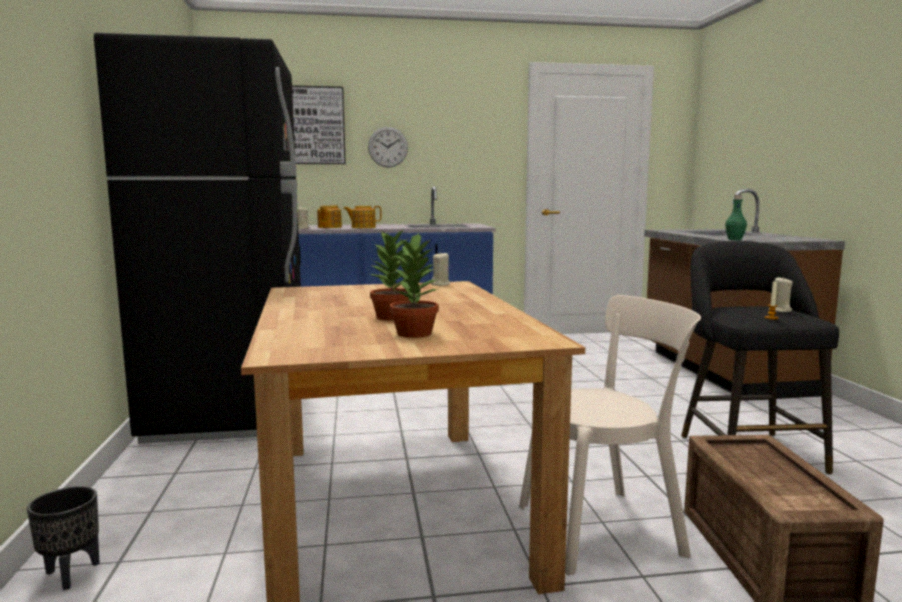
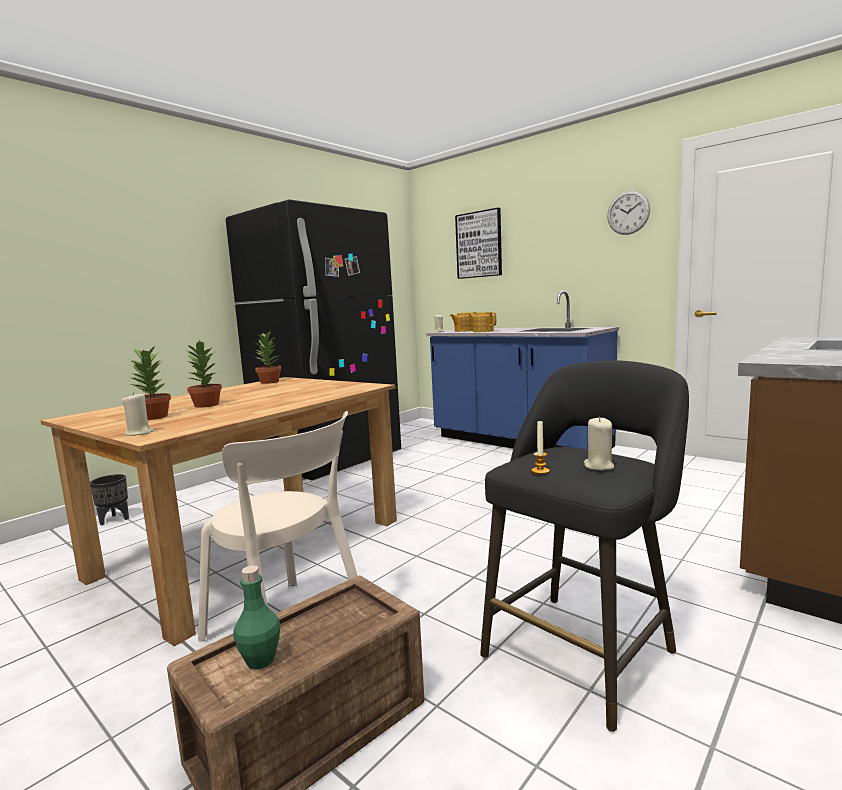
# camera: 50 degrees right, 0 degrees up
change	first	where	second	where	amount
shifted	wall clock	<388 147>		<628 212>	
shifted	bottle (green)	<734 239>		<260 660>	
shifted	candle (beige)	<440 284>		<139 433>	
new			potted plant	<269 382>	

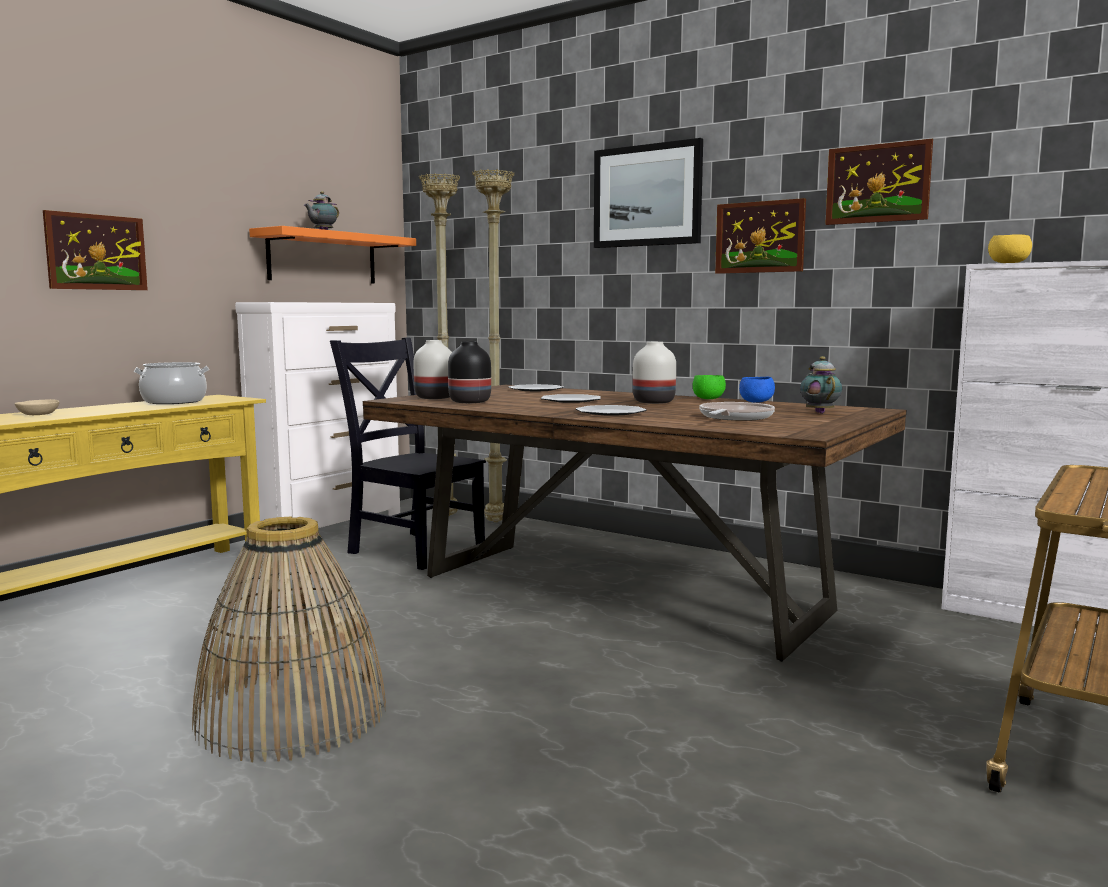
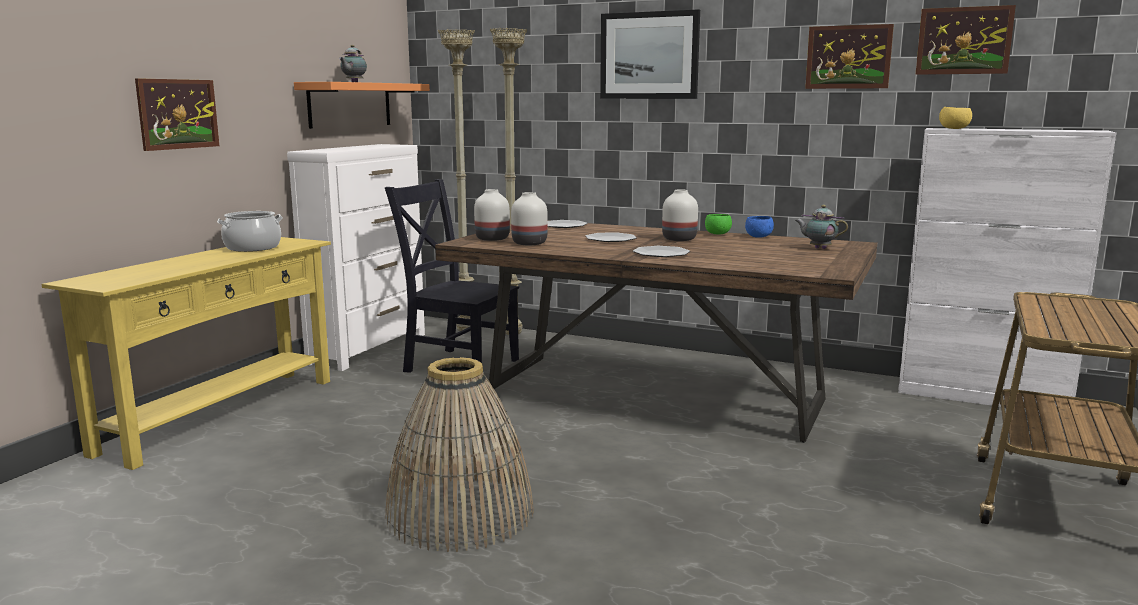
# camera: 10 degrees left, 5 degrees up
change	first	where	second	where	amount
shifted	picture	<759 237>		<964 41>	
repainted	vase (black)	<469 402>	vase (white)	<529 243>	
rotated	teapot	<819 412>		<818 248>	45 degrees counterclockwise
gone	bowl (beige)	<36 414>			
gone	frying pan	<734 418>			

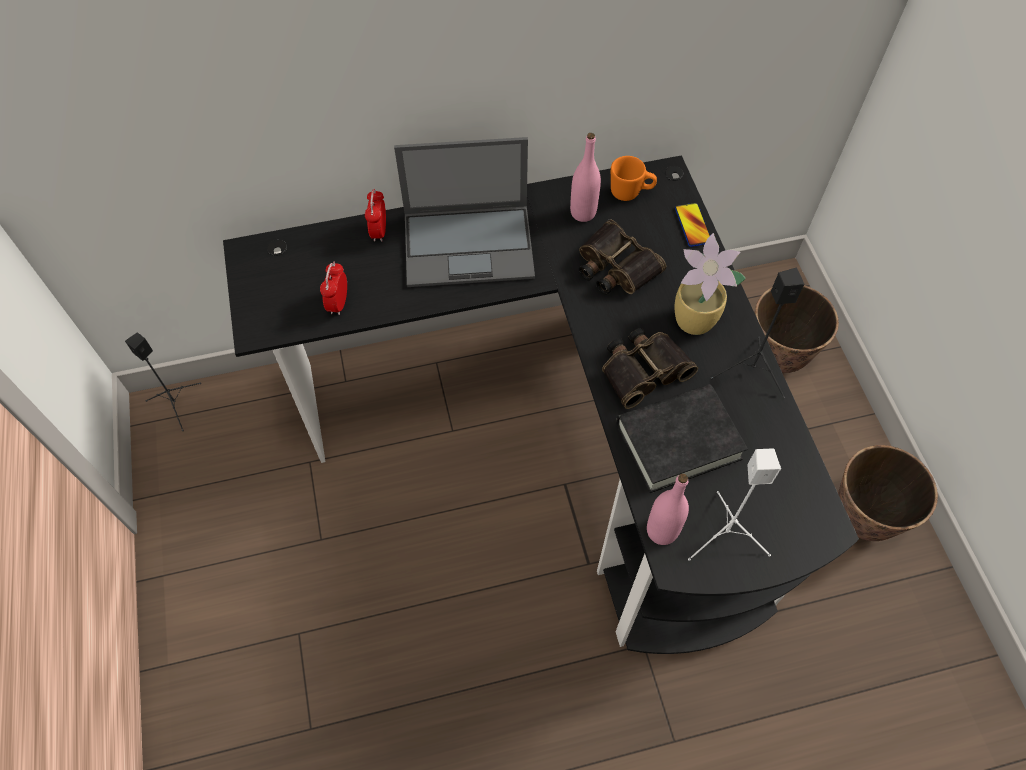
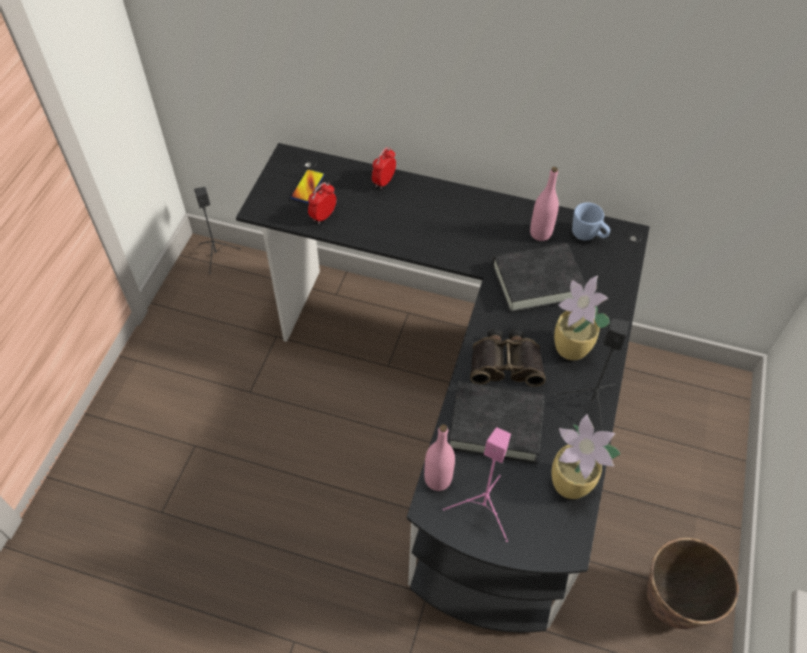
# camera: 30 degrees right, 5 degrees down
change	first	where	second	where	amount
gone	laptop	<470 245>			
repainted	mug (orange)	<630 193>	mug (blue)	<588 235>	
shifted	phone	<693 225>		<307 186>	
swapped	binoculars	<615 267>	book (black)	<537 282>	
gone	planter	<777 356>			
repainted	speaker (white)	<726 535>	speaker (pink)	<484 508>	
new			potted plant	<571 485>	

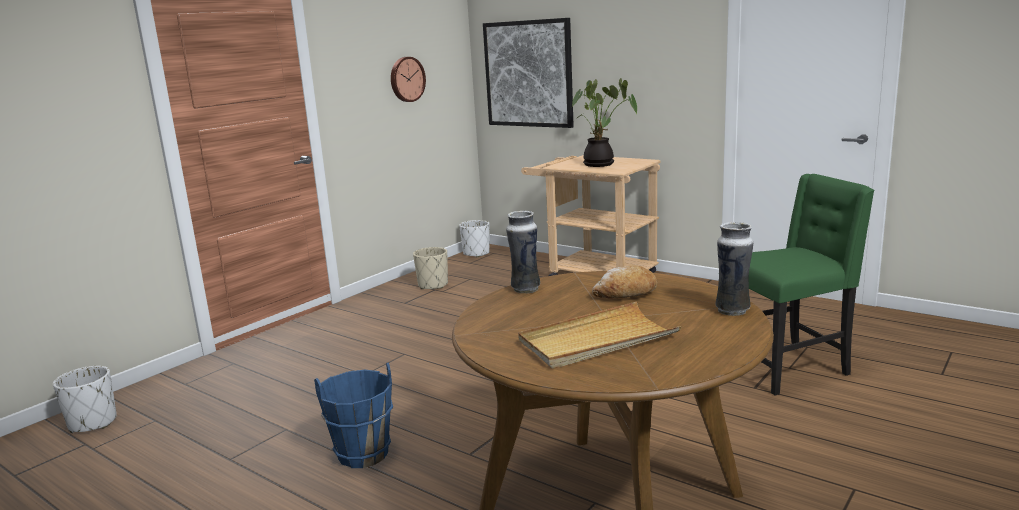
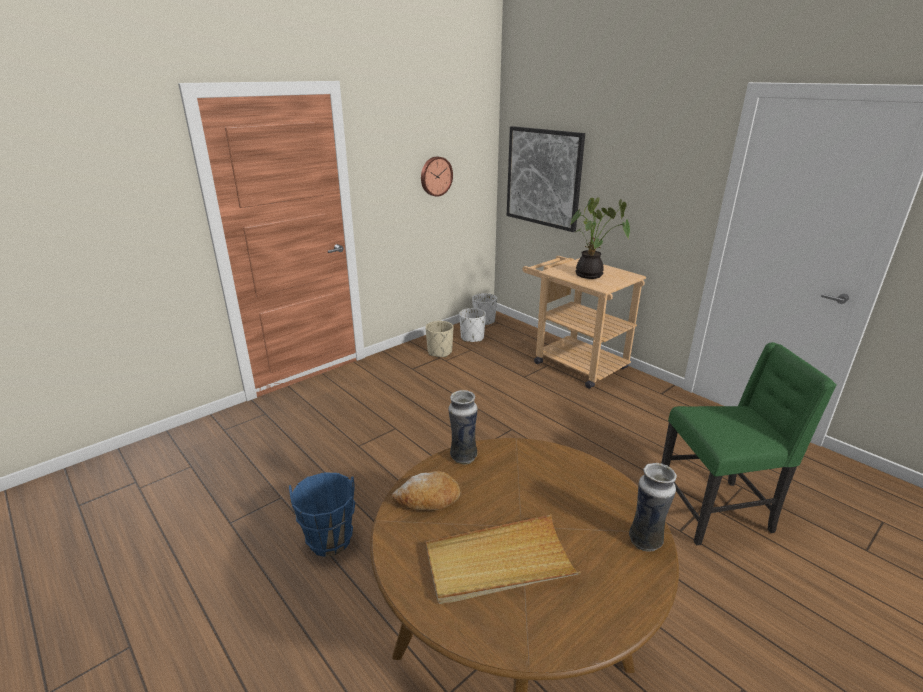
# camera: 10 degrees right, 10 degrees up
change	first	where	second	where	amount
shifted	bread	<625 294>		<428 500>	
shifted	planter (white)	<93 423>		<472 338>	

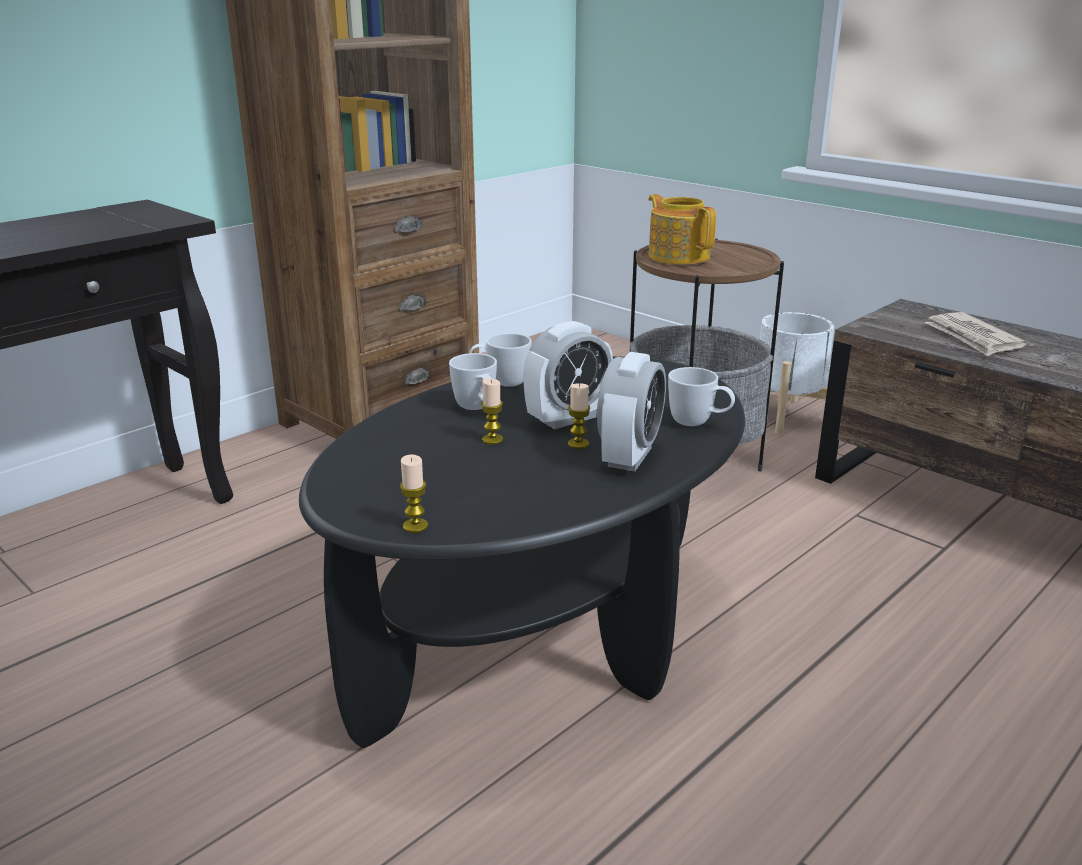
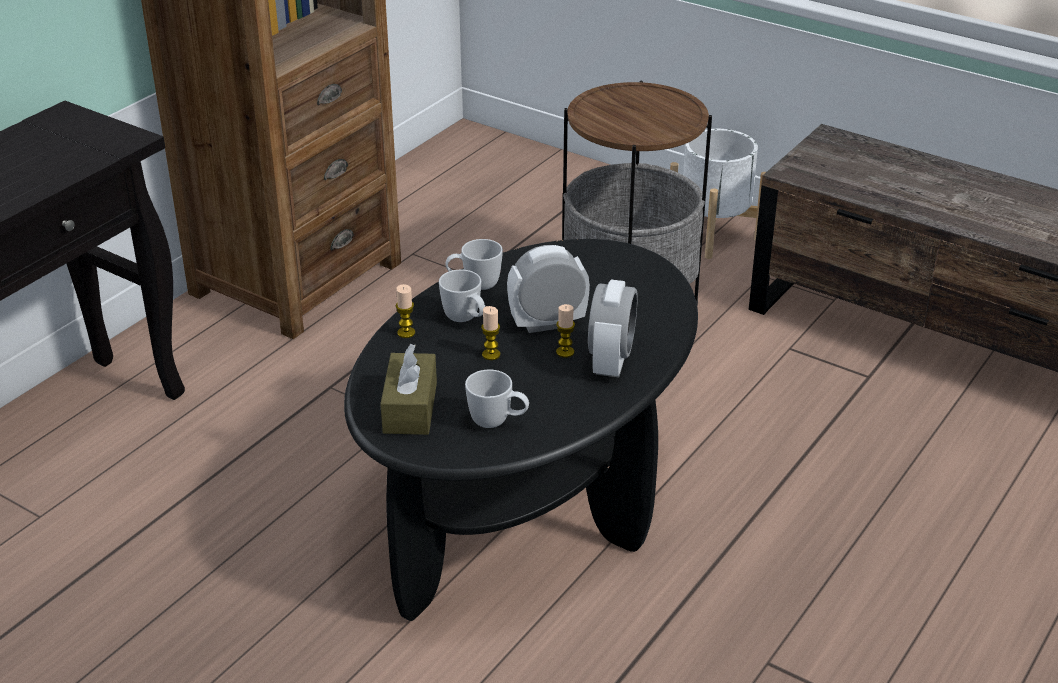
# camera: 10 degrees left, 10 degrees up
change	first	where	second	where	amount
gone	teapot	<678 256>			
gone	newspaper	<972 338>			
rotated	alarm clock	<568 418>		<548 323>	150 degrees counterclockwise
shifted	mug (white)	<699 423>		<498 422>	
shifted	candle	<415 526>		<406 333>	
new			tissue box (brown)	<410 408>	

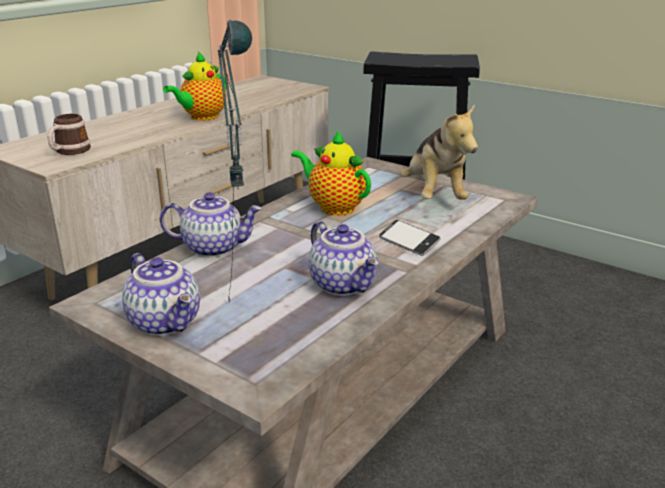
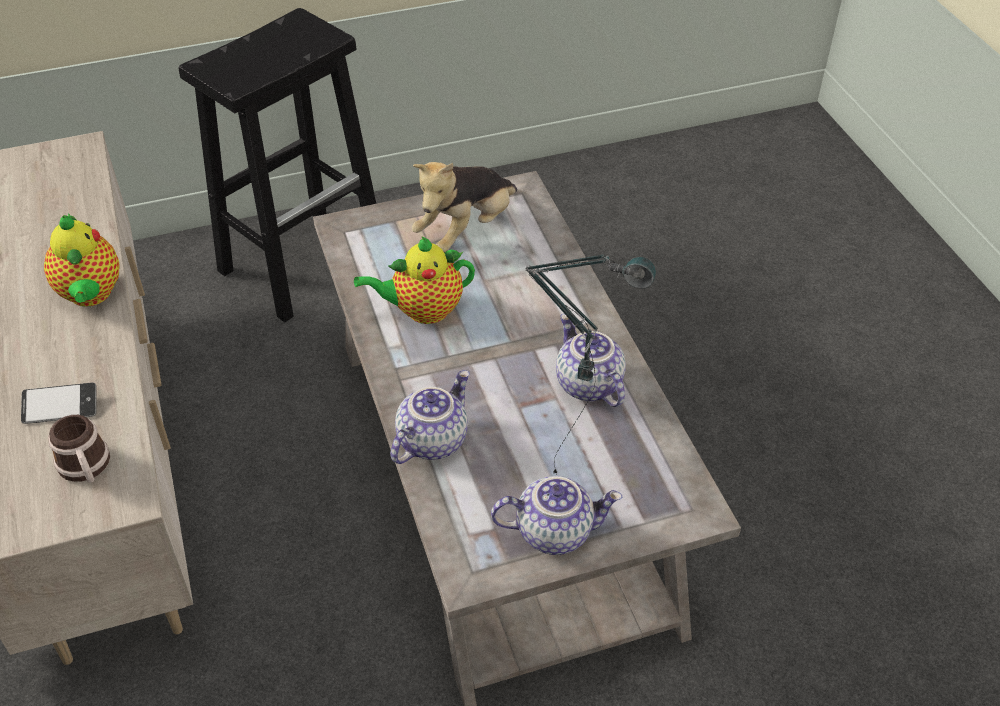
# camera: 55 degrees left, 20 degrees up
change	first	where	second	where	amount
rotated	plush toy	<433 195>		<466 230>	105 degrees clockwise
shifted	phone	<408 242>		<61 407>	
rotated	teapot	<344 285>		<587 384>	120 degrees counterclockwise

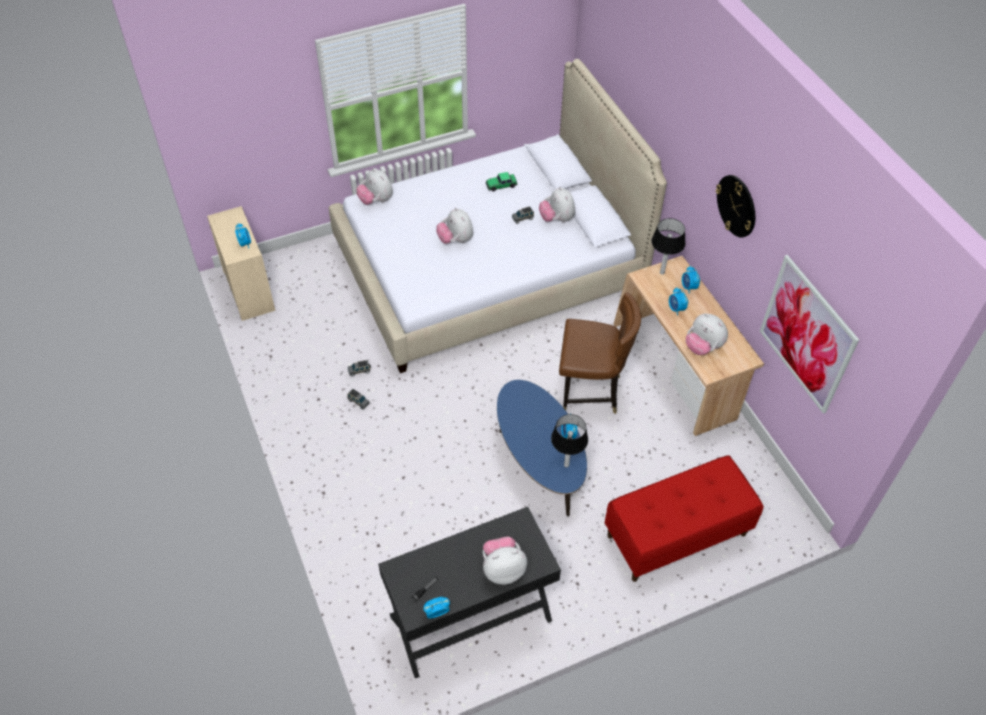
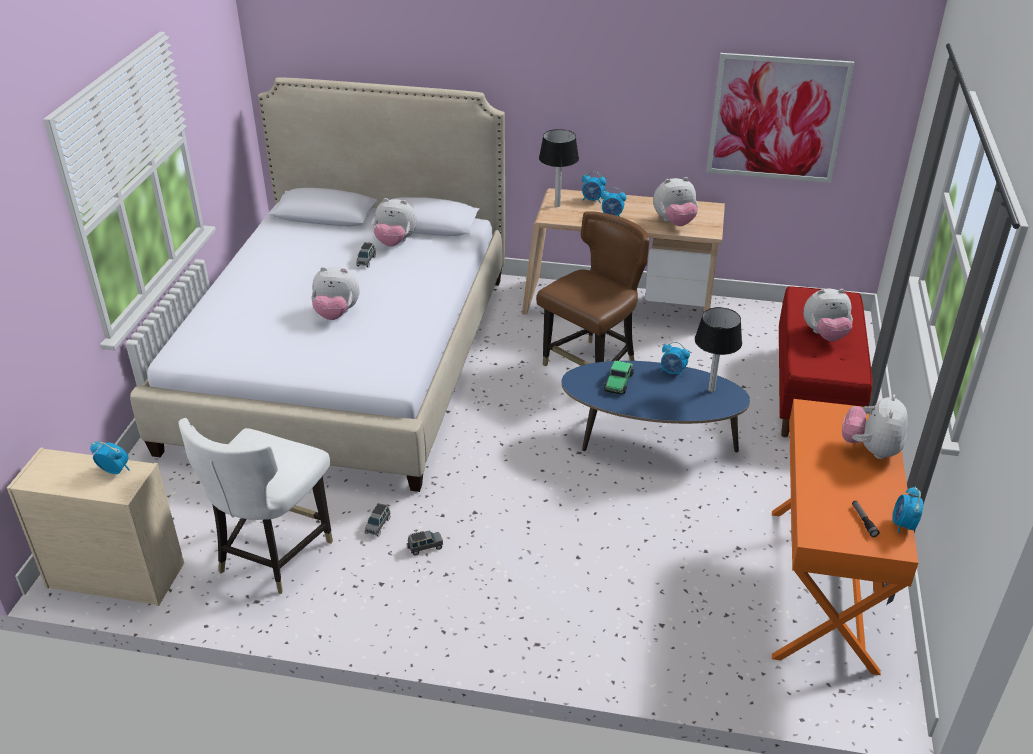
# camera: 55 degrees left, 15 degrees down
change	first	where	second	where	amount
shifted	plush toy	<376 200>		<825 335>	
shifted	toy car	<501 185>		<618 382>	
gone	wall clock	<736 206>			
repainted	desk (black)	<470 618>	desk (orange)	<823 587>	
new			chair (white)	<272 554>	

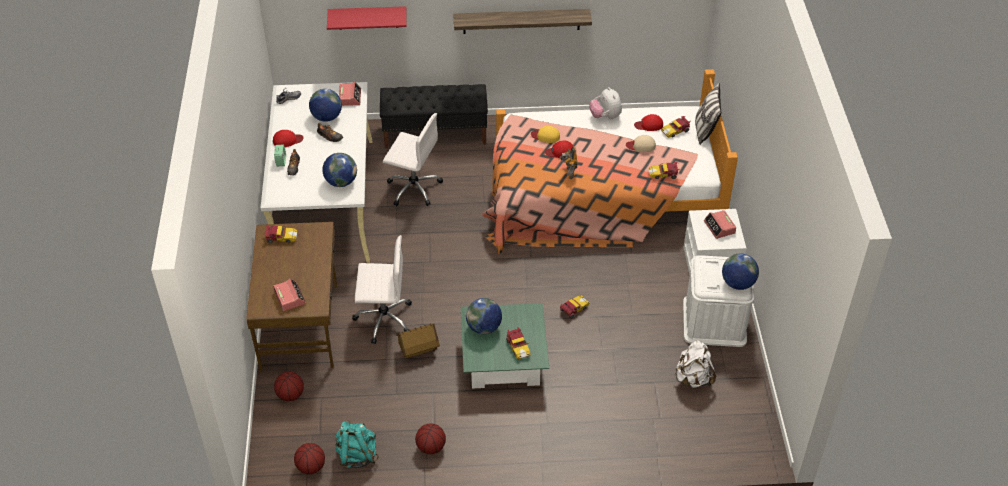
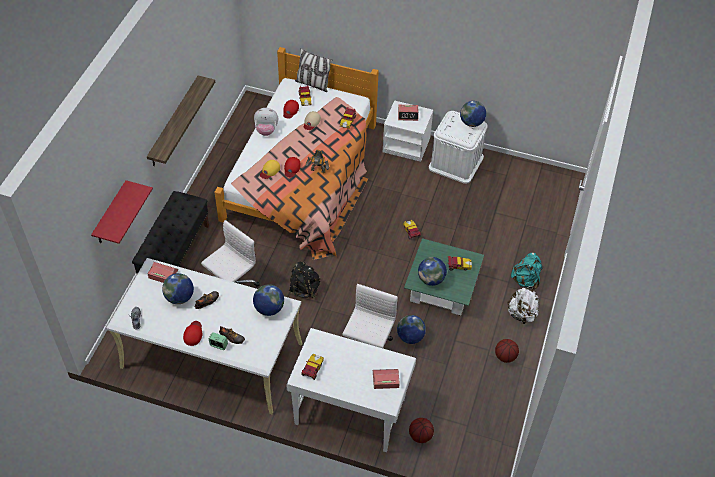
# camera: 70 degrees left, 5 degrees up
change	first	where	second	where	amount
repainted	desk (brown)	<301 326>	desk (white)	<350 410>	
swapped	toy house	<419 350>	globe	<410 337>	
shifted	backpack (white)	<693 378>		<521 314>	
shifted	backpack (turquoise)	<357 455>		<525 280>	
gone	basketball	<310 467>			
new			backpack (black)	<304 288>	

